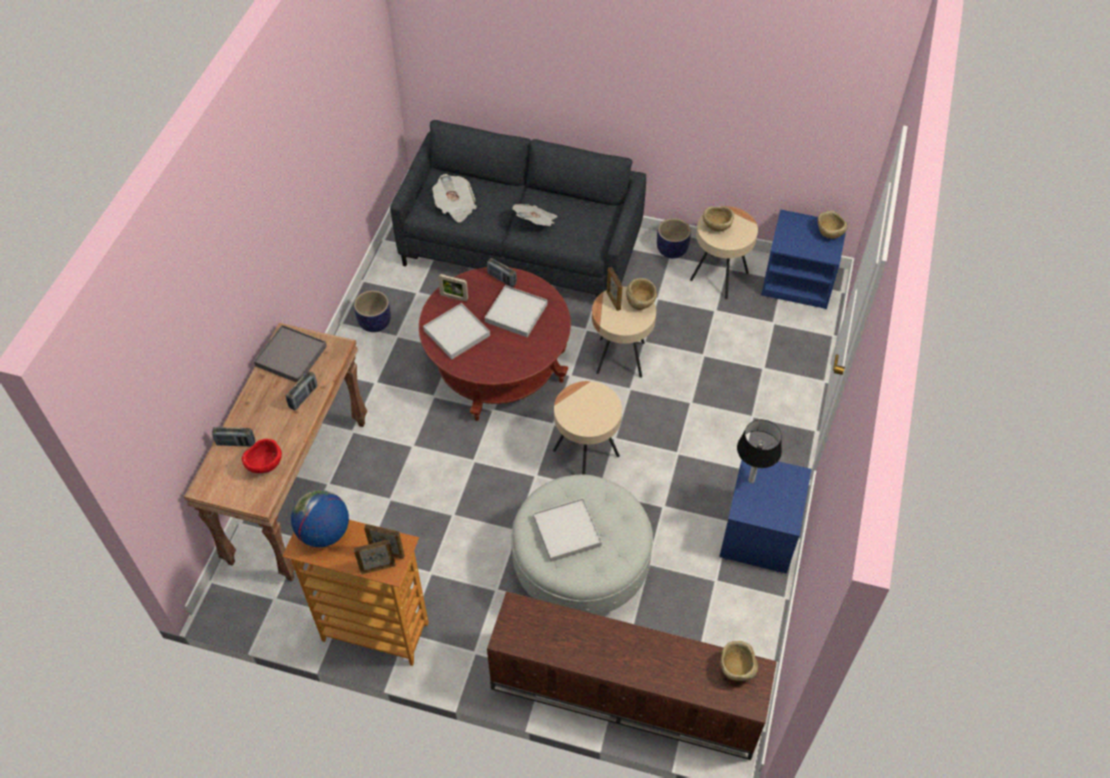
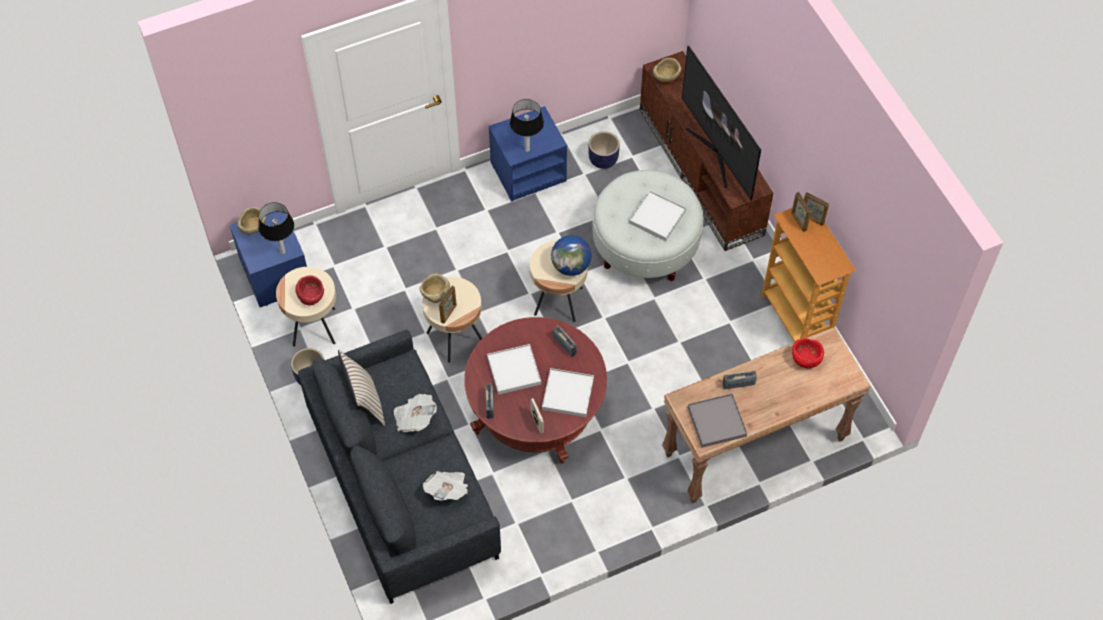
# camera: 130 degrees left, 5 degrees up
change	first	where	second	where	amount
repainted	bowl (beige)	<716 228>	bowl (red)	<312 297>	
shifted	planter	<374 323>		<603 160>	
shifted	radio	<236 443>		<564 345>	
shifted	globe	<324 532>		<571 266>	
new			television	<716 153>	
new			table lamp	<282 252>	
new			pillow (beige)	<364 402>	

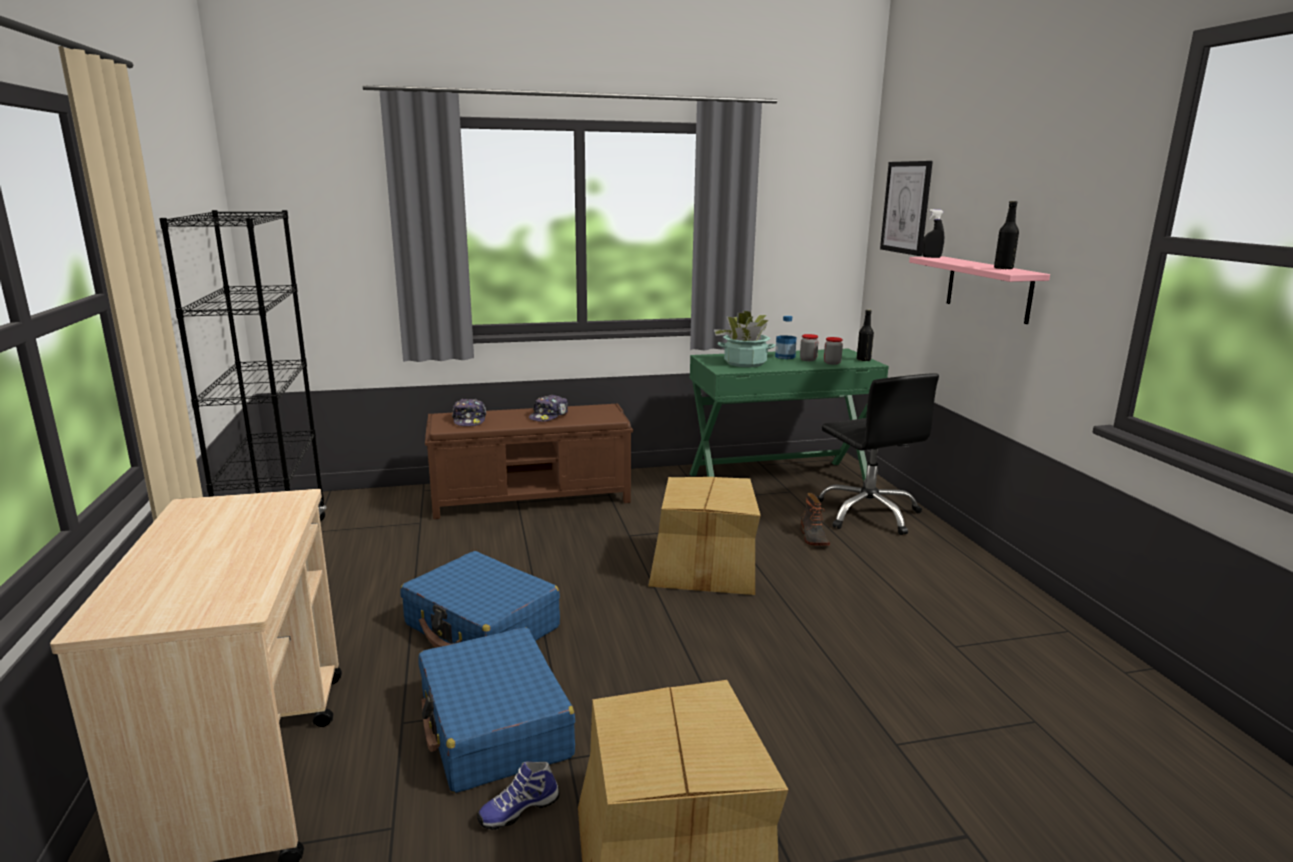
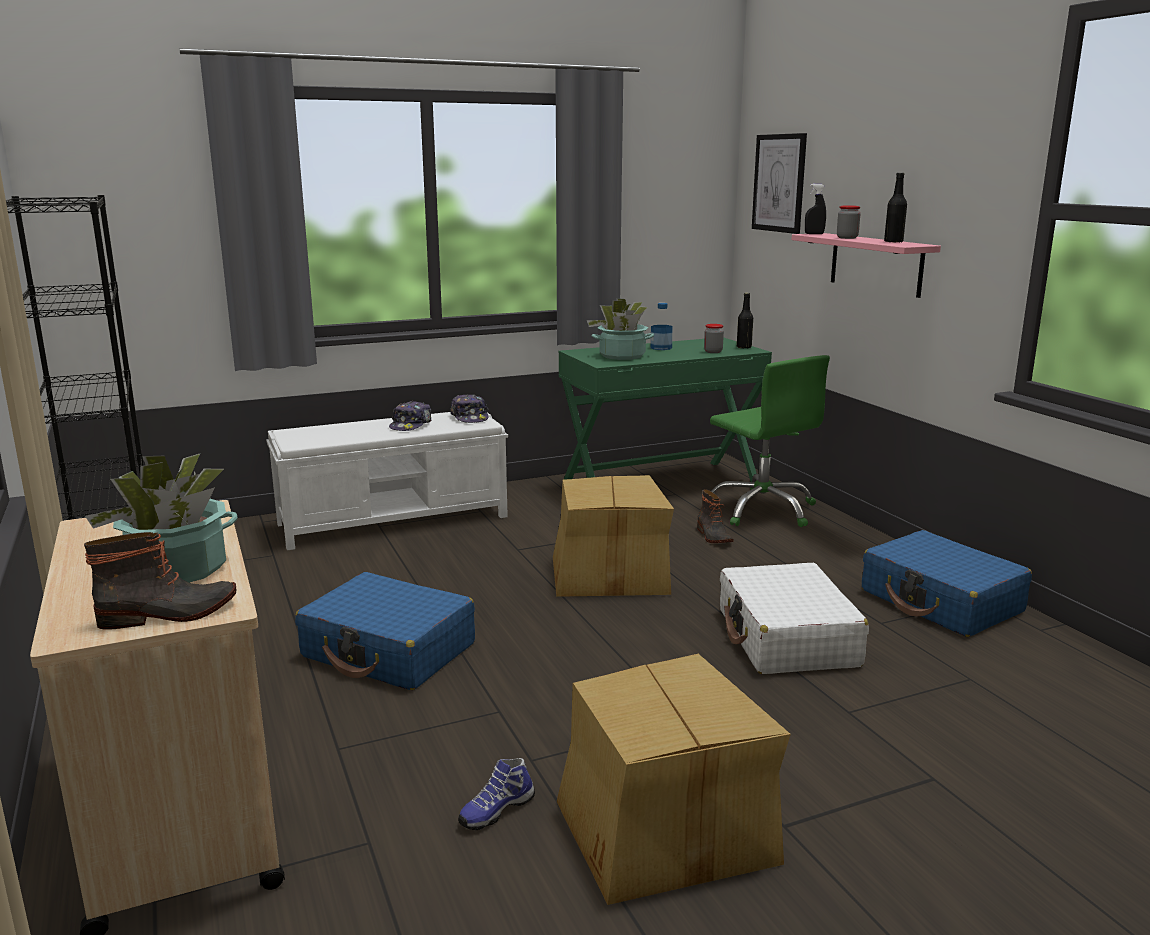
# camera: 10 degrees left, 0 degrees up
change	first	where	second	where	amount
shifted	jar	<808 359>		<847 238>	
repainted	office chair (black)	<868 513>	office chair (green)	<762 509>	
shifted	cap	<469 420>		<470 417>	
repainted	bench (brown)	<533 498>	bench (white)	<395 520>	
shifted	suitcase (blue)	<494 727>		<941 601>	
new			potted plant	<178 569>	
new			boot	<169 614>	
new			suitcase (white)	<787 638>	

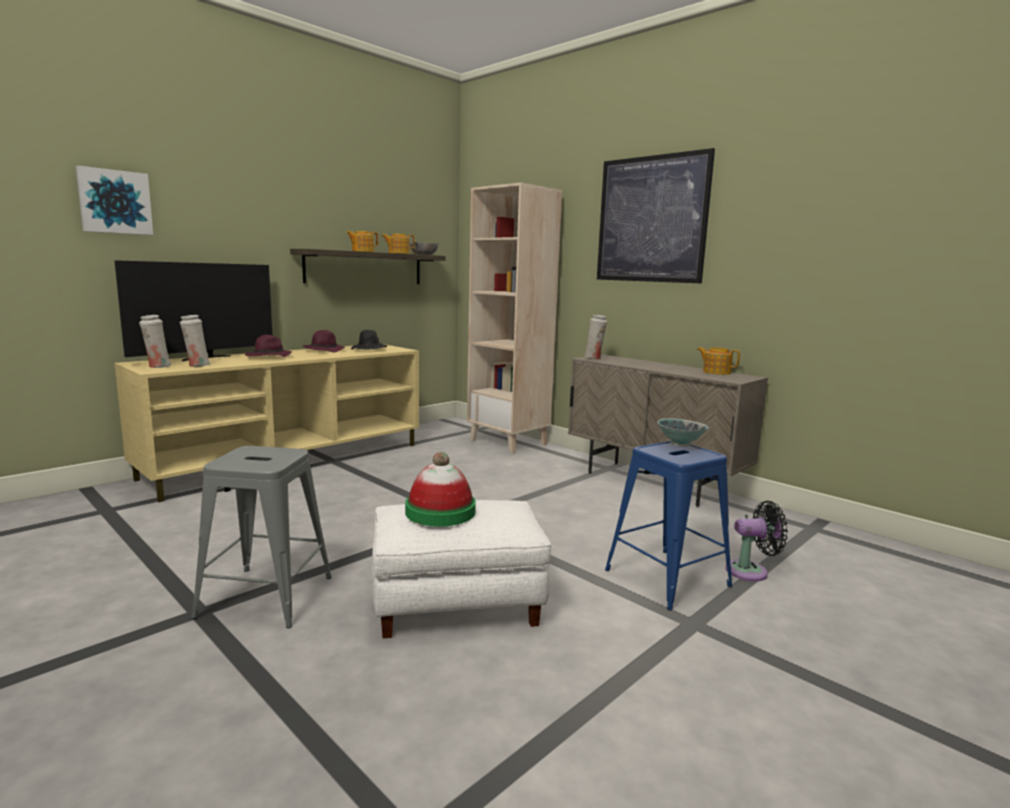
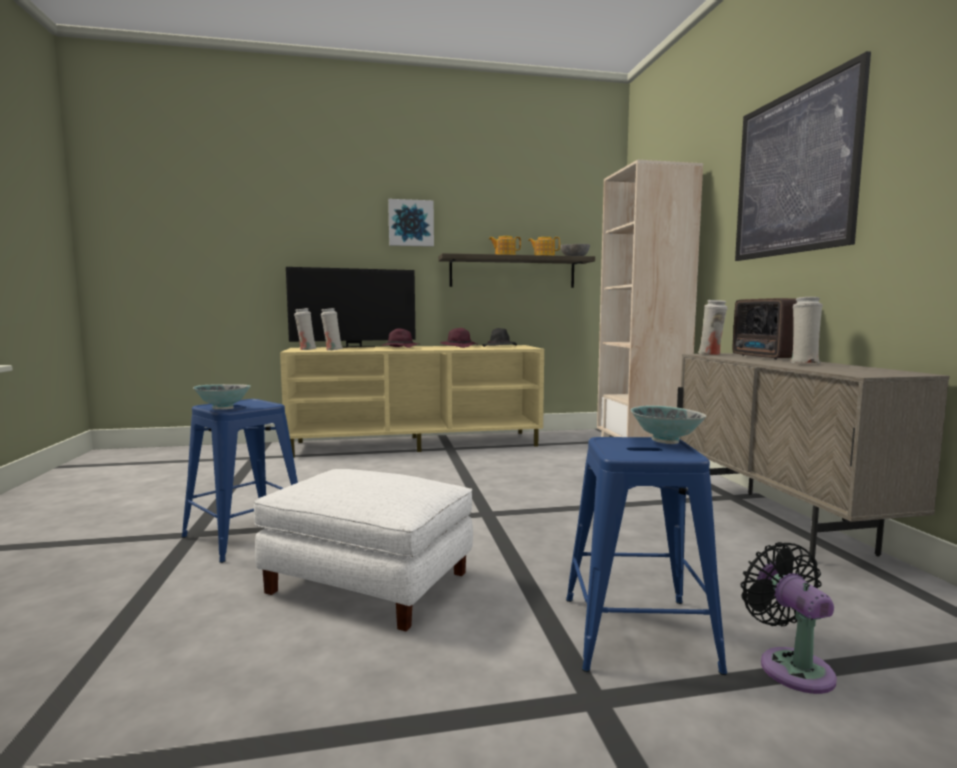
# camera: 35 degrees right, 5 degrees down
change	first	where	second	where	amount
shifted	picture	<115 202>		<411 223>	
gone	teapot	<716 372>			
repainted	stool (grey)	<265 597>	stool (blue)	<244 535>	
gone	hat	<440 512>			
rotated	fan (black)	<751 571>		<791 666>	135 degrees counterclockwise
new			vase (white)	<803 363>	
new			radio	<767 357>	
new			bowl	<223 409>	

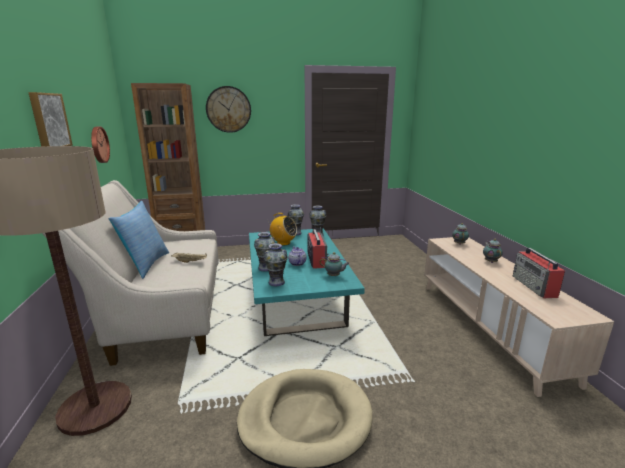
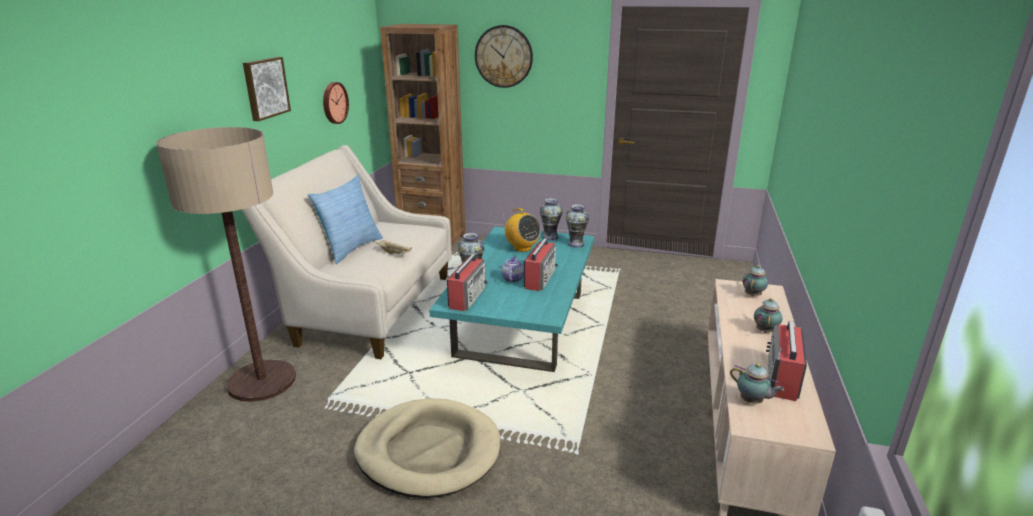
# camera: 25 degrees right, 5 degrees up
change	first	where	second	where	amount
swapped	vase	<276 282>	radio	<467 297>	
shifted	teapot	<334 276>		<752 402>	

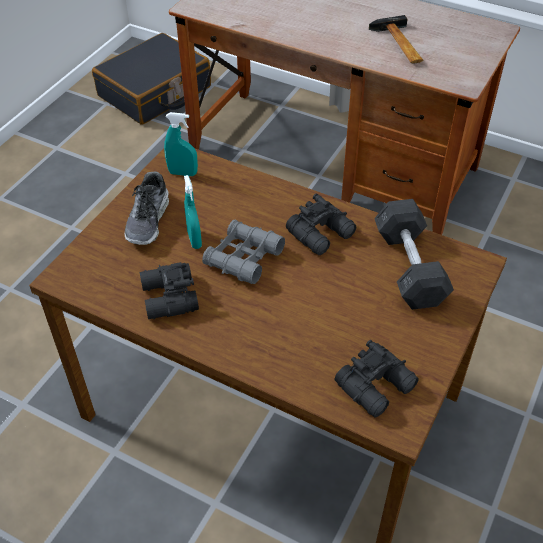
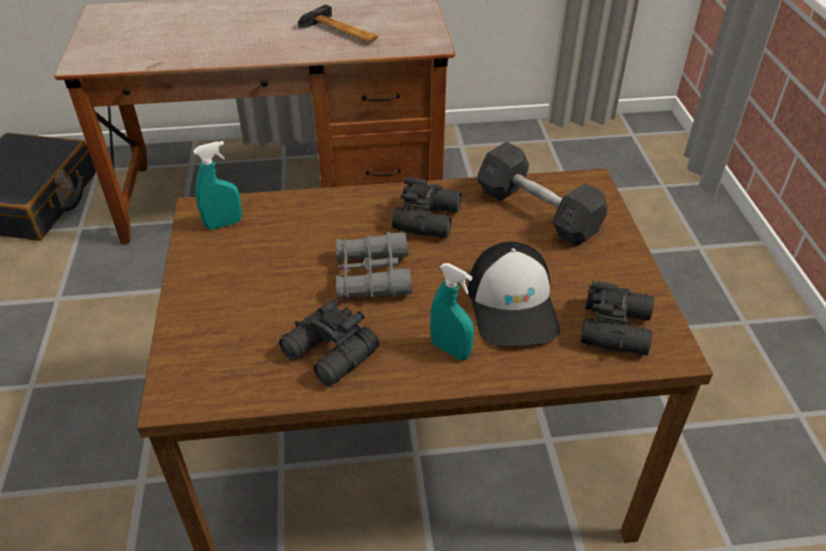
# camera: 35 degrees left, 5 degrees down
change	first	where	second	where	amount
gone	shoe	<148 220>			
shifted	spray bottle (turquoise)	<194 239>		<450 350>	
new			cap	<513 305>	

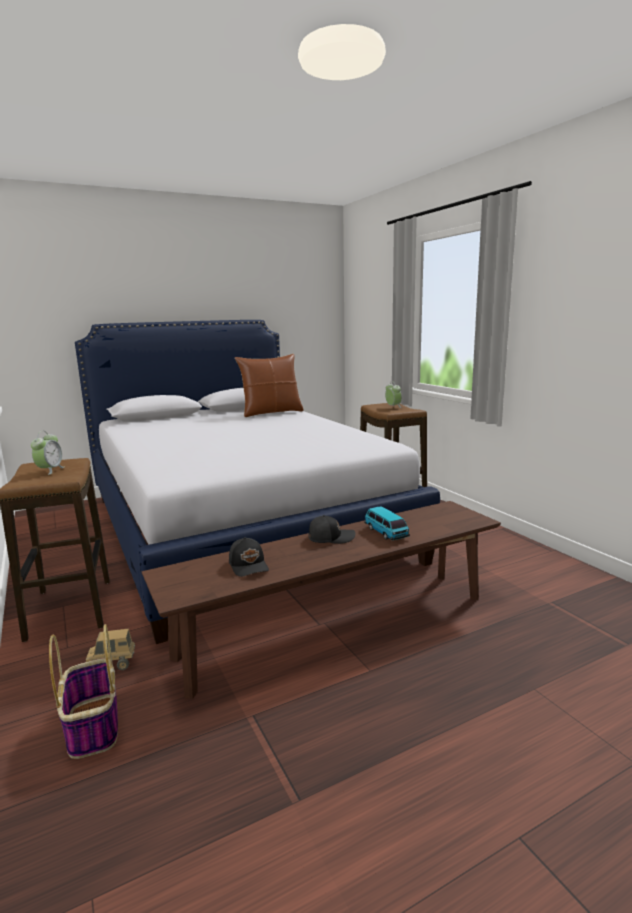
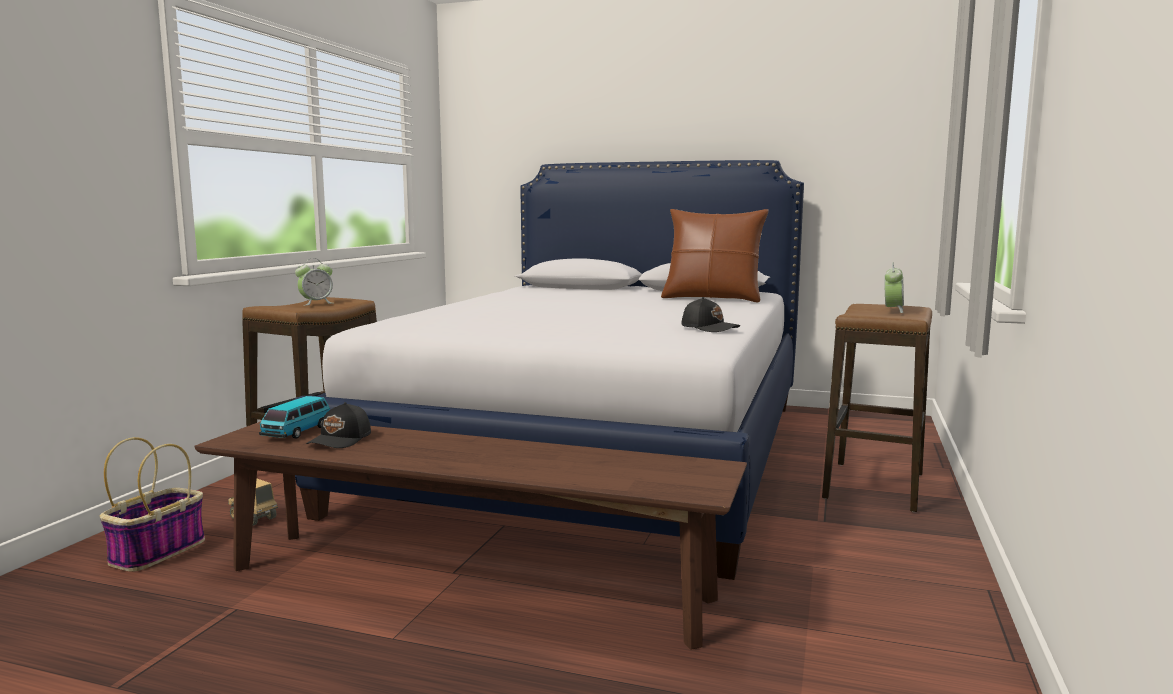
# camera: 45 degrees right, 5 degrees down
change	first	where	second	where	amount
shifted	toy car	<386 533>		<297 432>	
shifted	cap (black)	<330 537>		<710 328>	

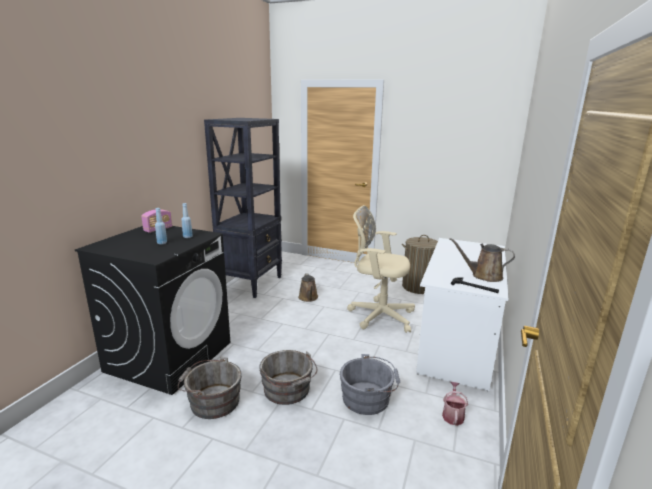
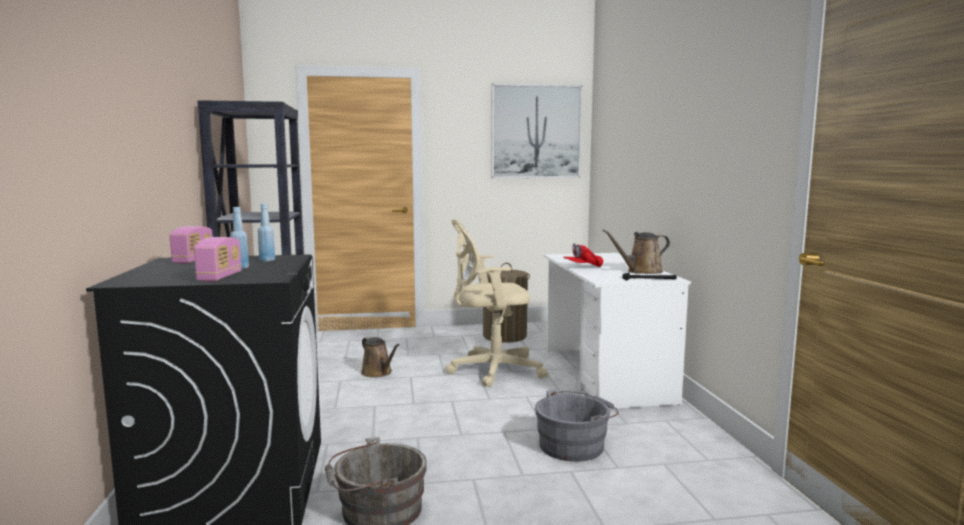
# camera: 30 degrees left, 10 degrees down
change	first	where	second	where	amount
gone	bucket (grey)	<288 391>			
gone	watering can	<453 414>			
new			picture	<536 131>	
new			radio	<220 277>	
new			cap (red)	<583 267>	

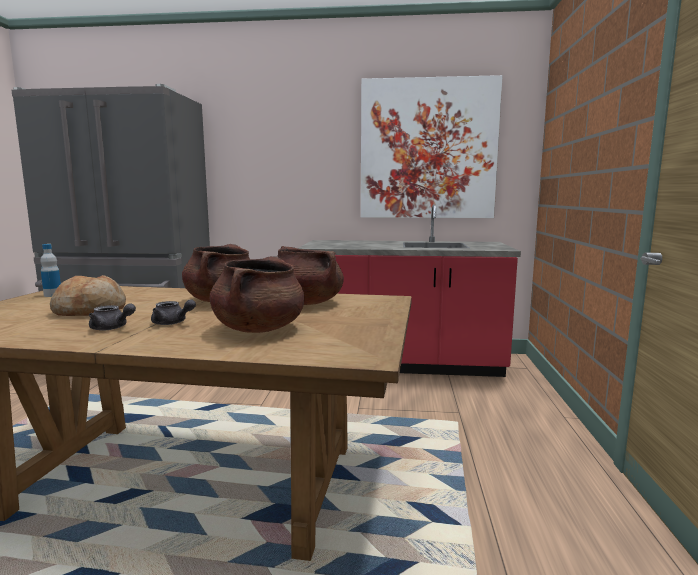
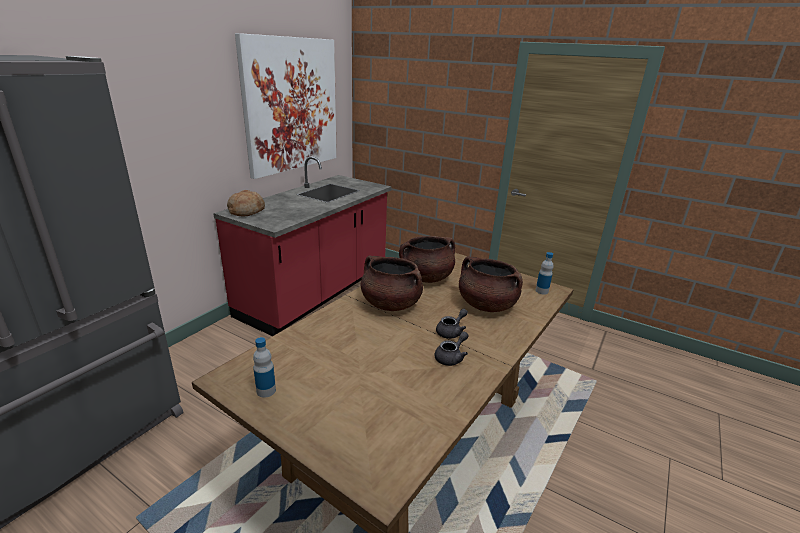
# camera: 65 degrees left, 15 degrees up
change	first	where	second	where	amount
shifted	bread	<91 311>		<246 211>	
new			bottle	<541 291>	

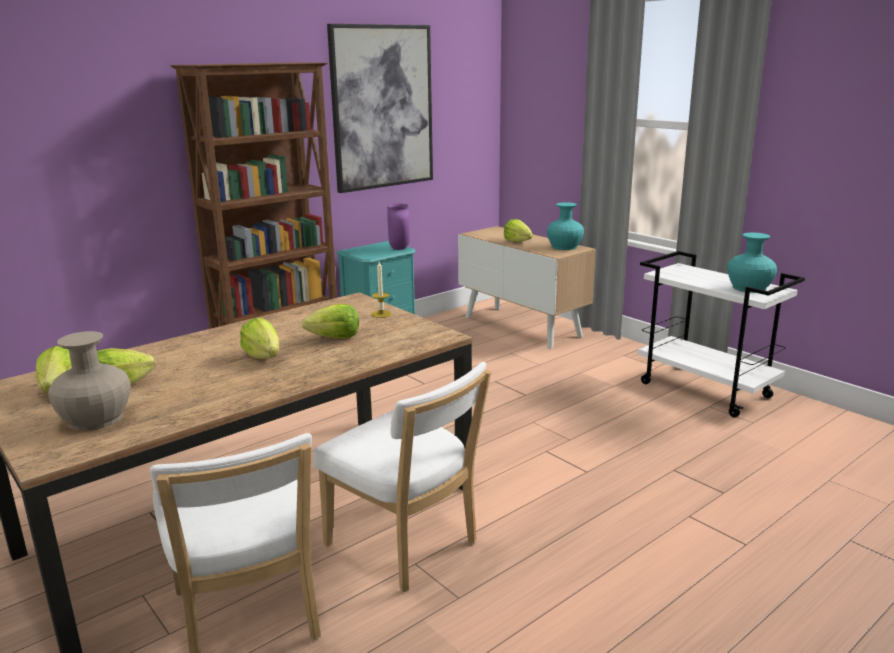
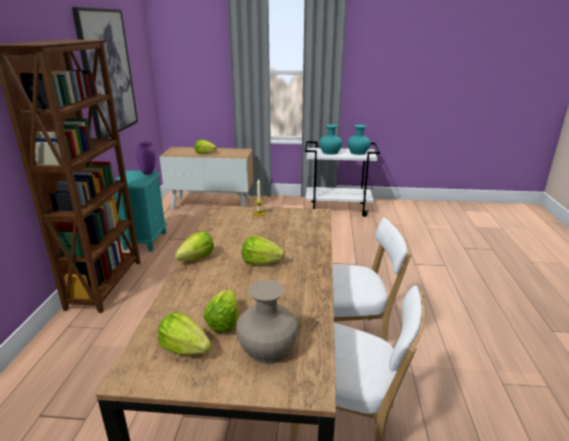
# camera: 45 degrees left, 5 degrees up
change	first	where	second	where	amount
shifted	vase (turquoise)	<564 246>		<330 152>	
shifted	lettuce	<335 338>		<197 258>	

